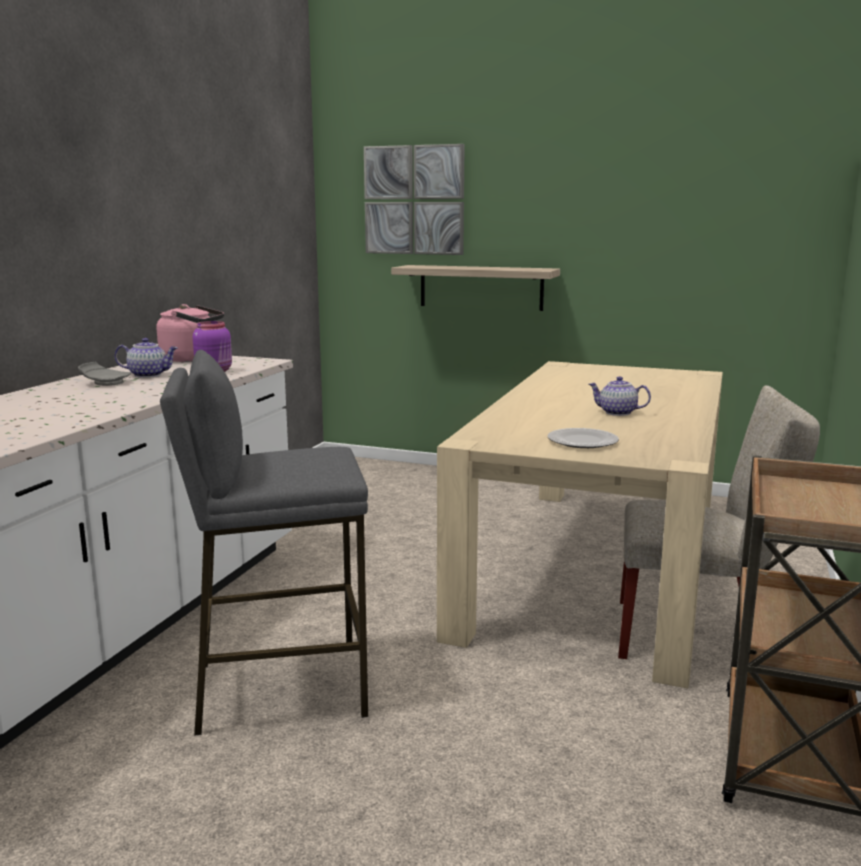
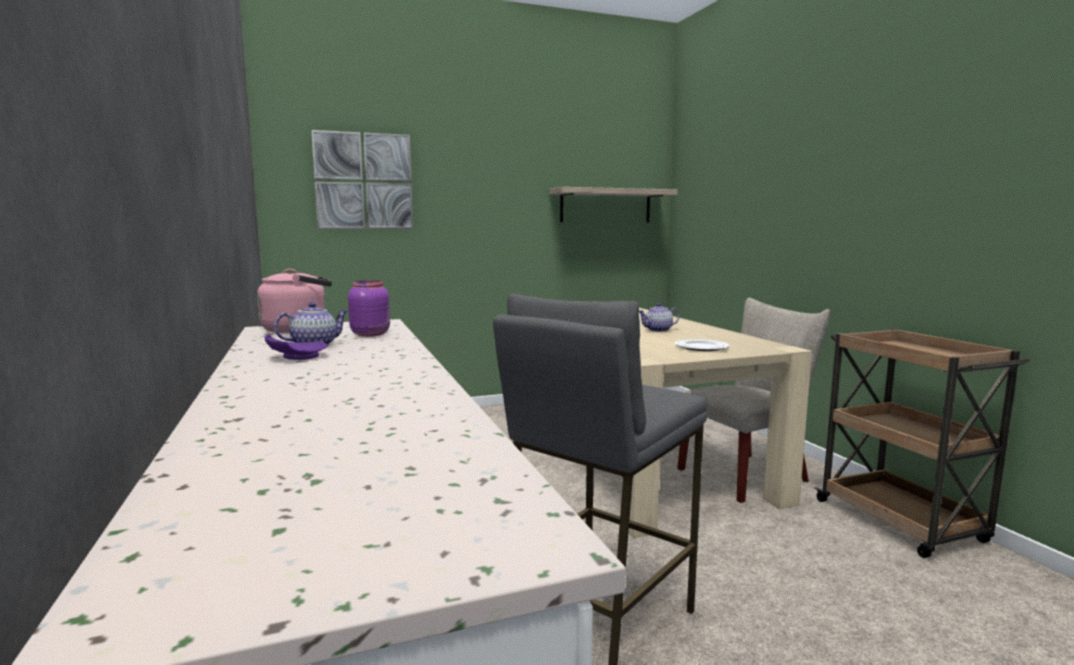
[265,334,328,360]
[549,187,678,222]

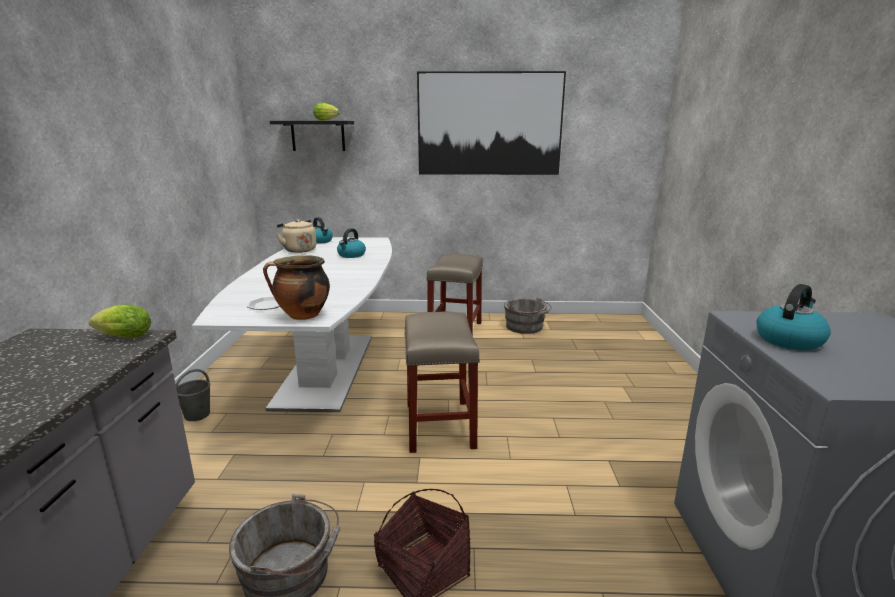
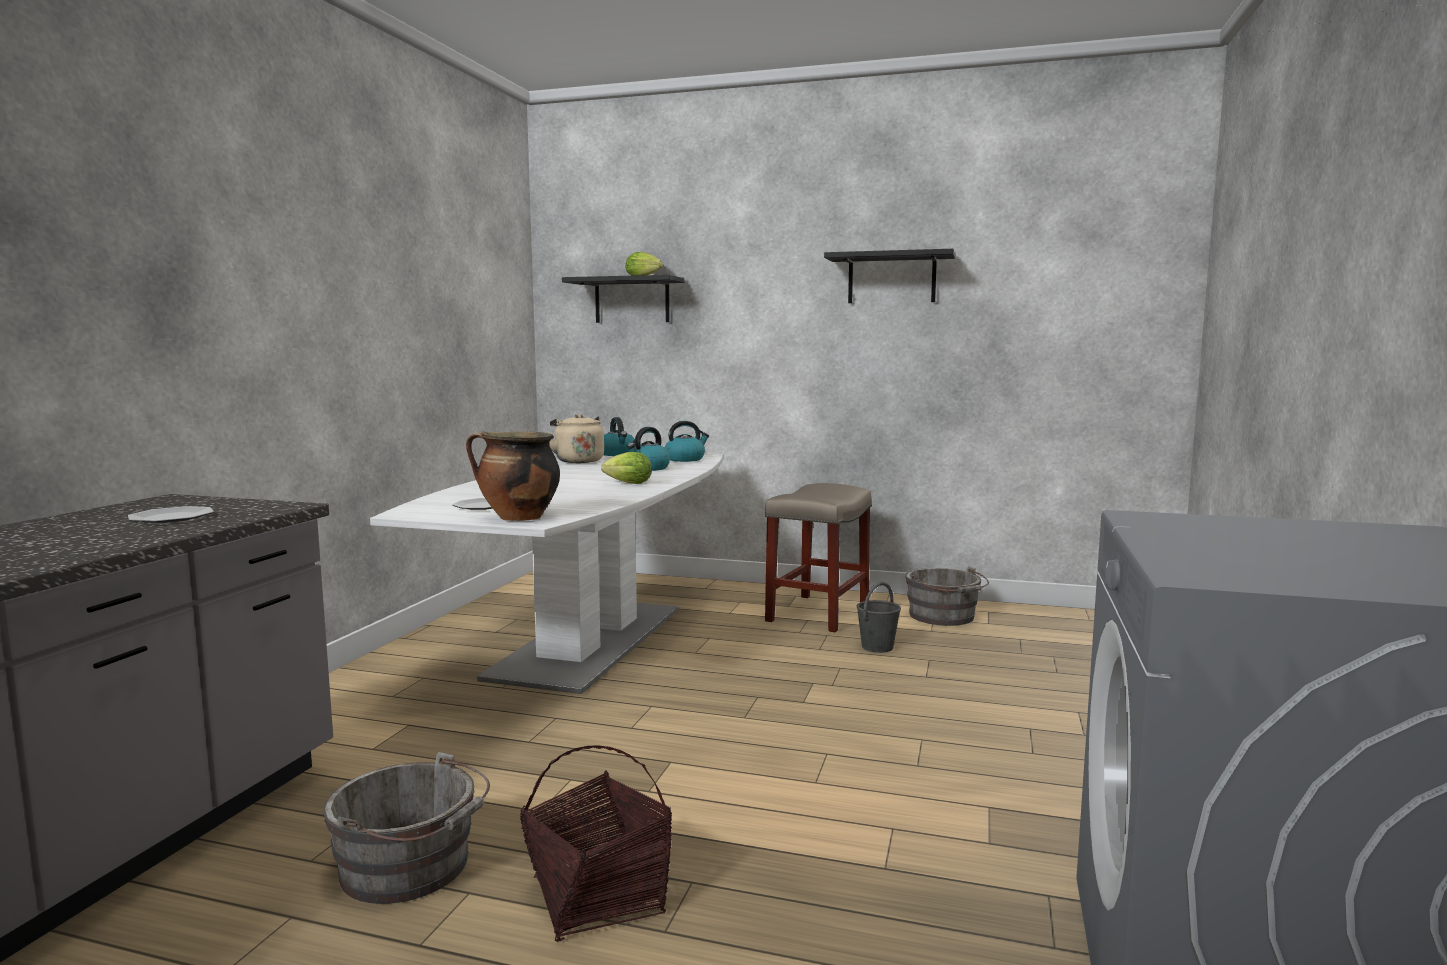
[128,506,214,523]
[601,452,652,484]
[665,421,709,462]
[824,249,955,303]
[857,582,901,653]
[405,312,480,453] (first image)

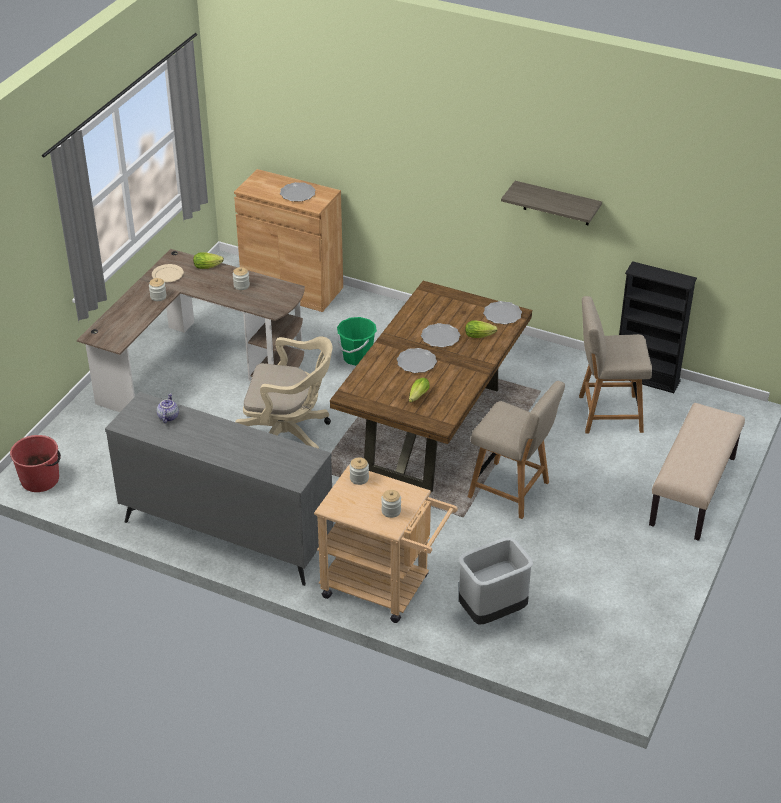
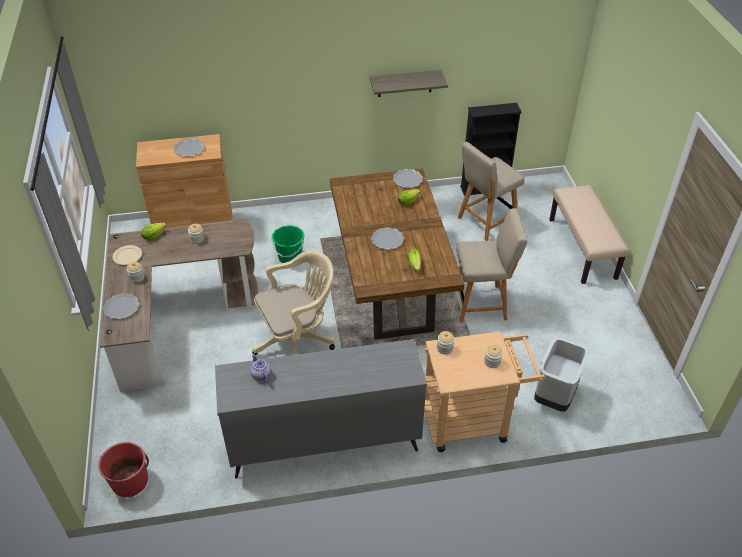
[103,293,140,319]

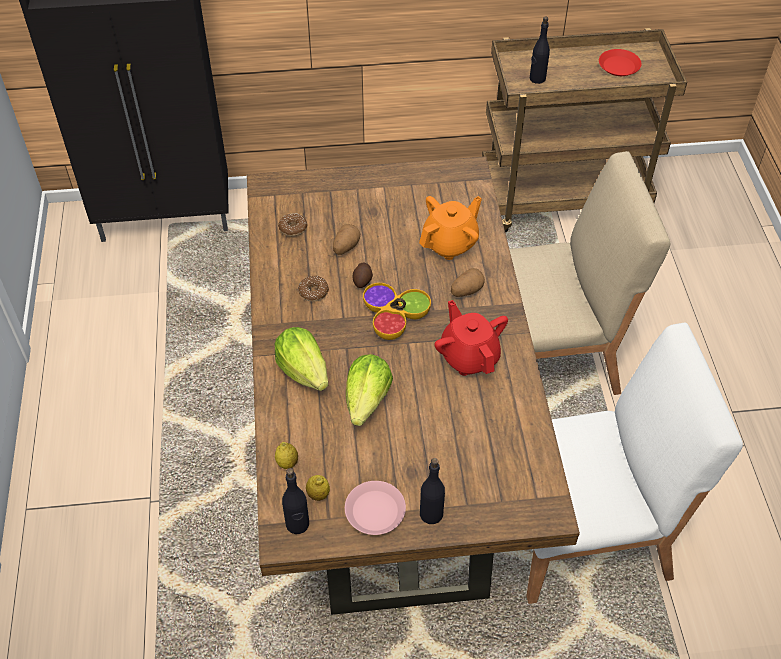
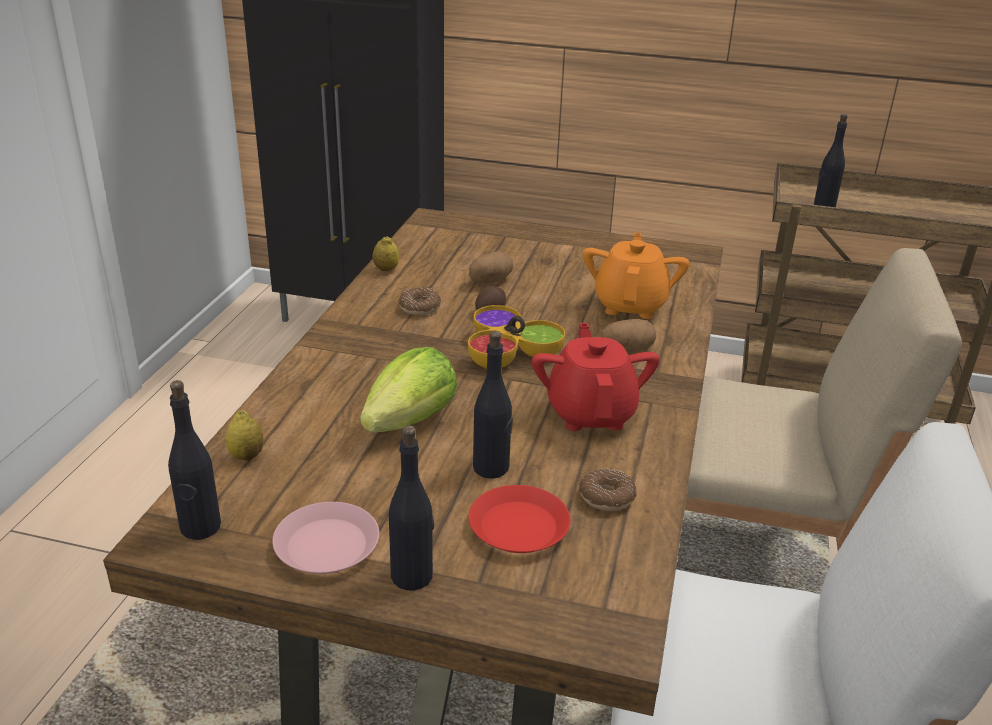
[373,236,399,271]
[469,485,571,553]
[473,331,513,479]
[579,468,637,511]
[583,233,690,319]
[275,327,328,391] (first image)

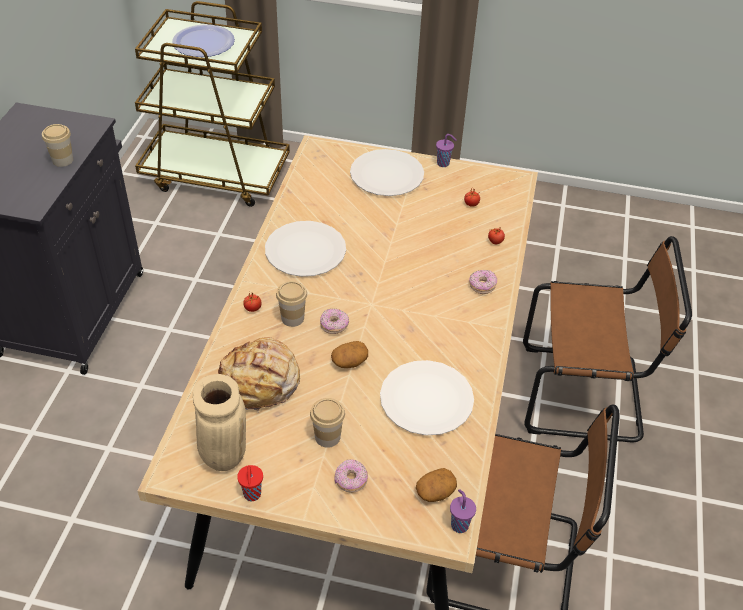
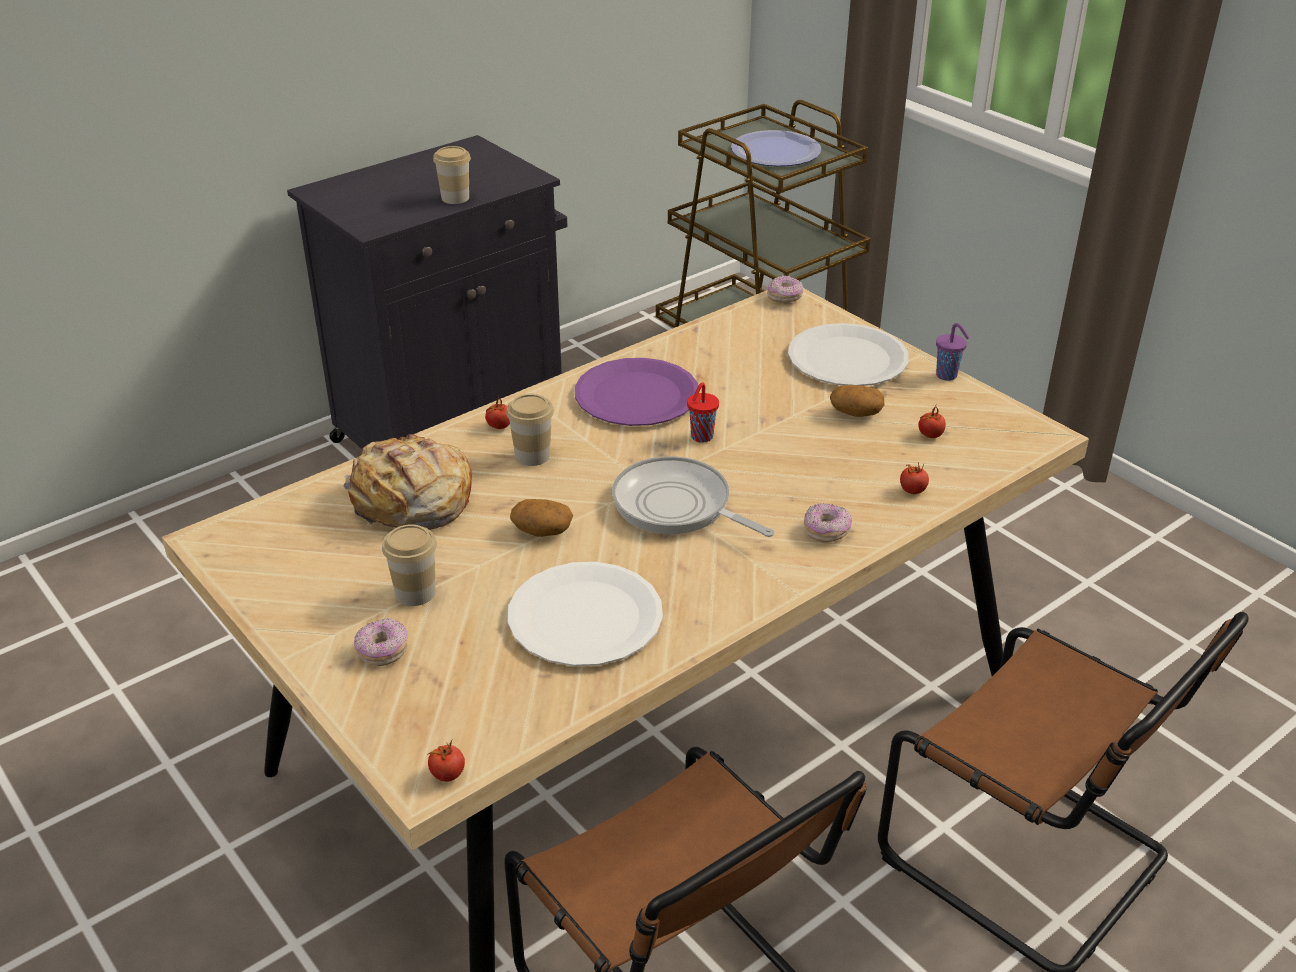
[427,740,465,782]
[575,358,698,426]
[612,456,775,537]
[687,382,719,443]
[767,275,804,303]
[830,385,884,417]
[193,374,246,471] (first image)

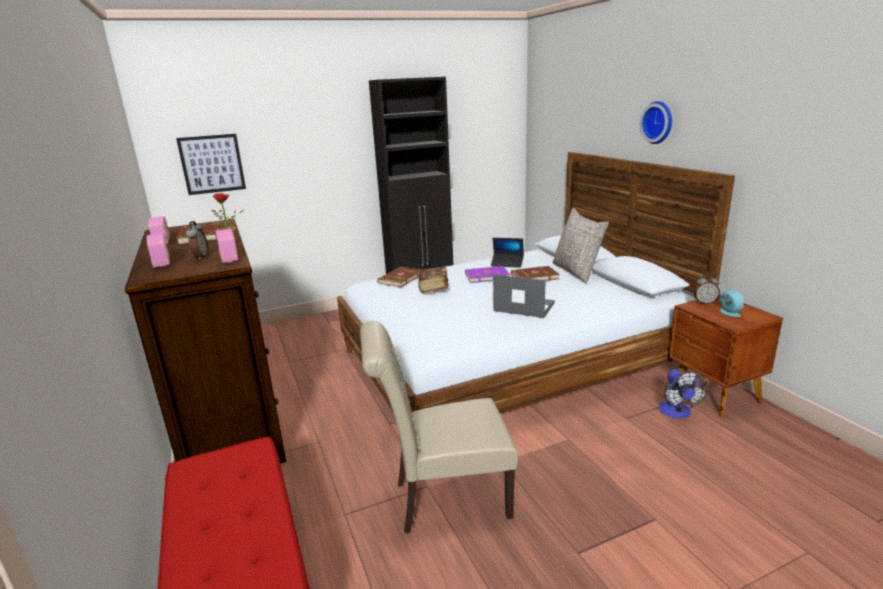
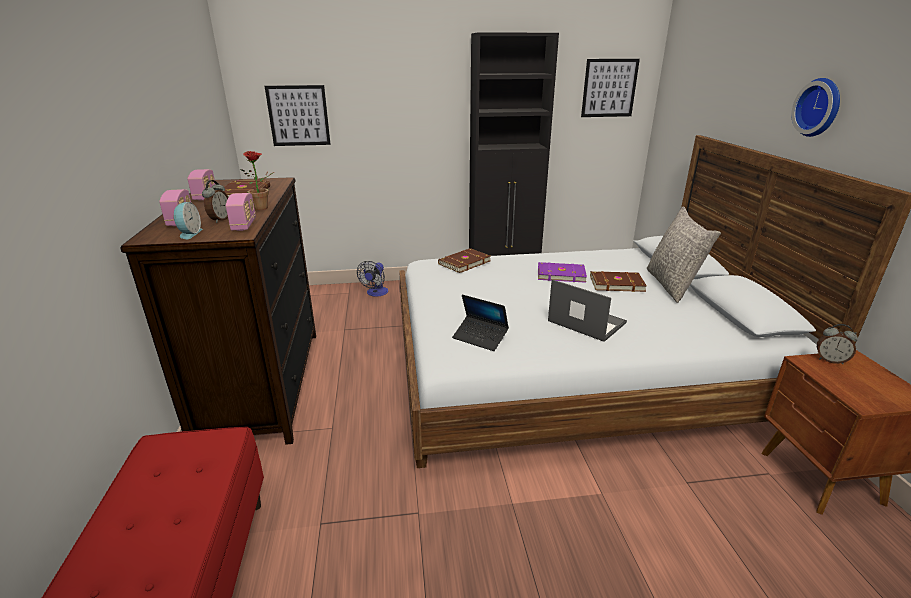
[174,202,203,239]
[357,261,388,297]
[452,294,509,351]
[581,59,640,117]
[360,321,518,534] (first image)
[419,267,449,293] (first image)

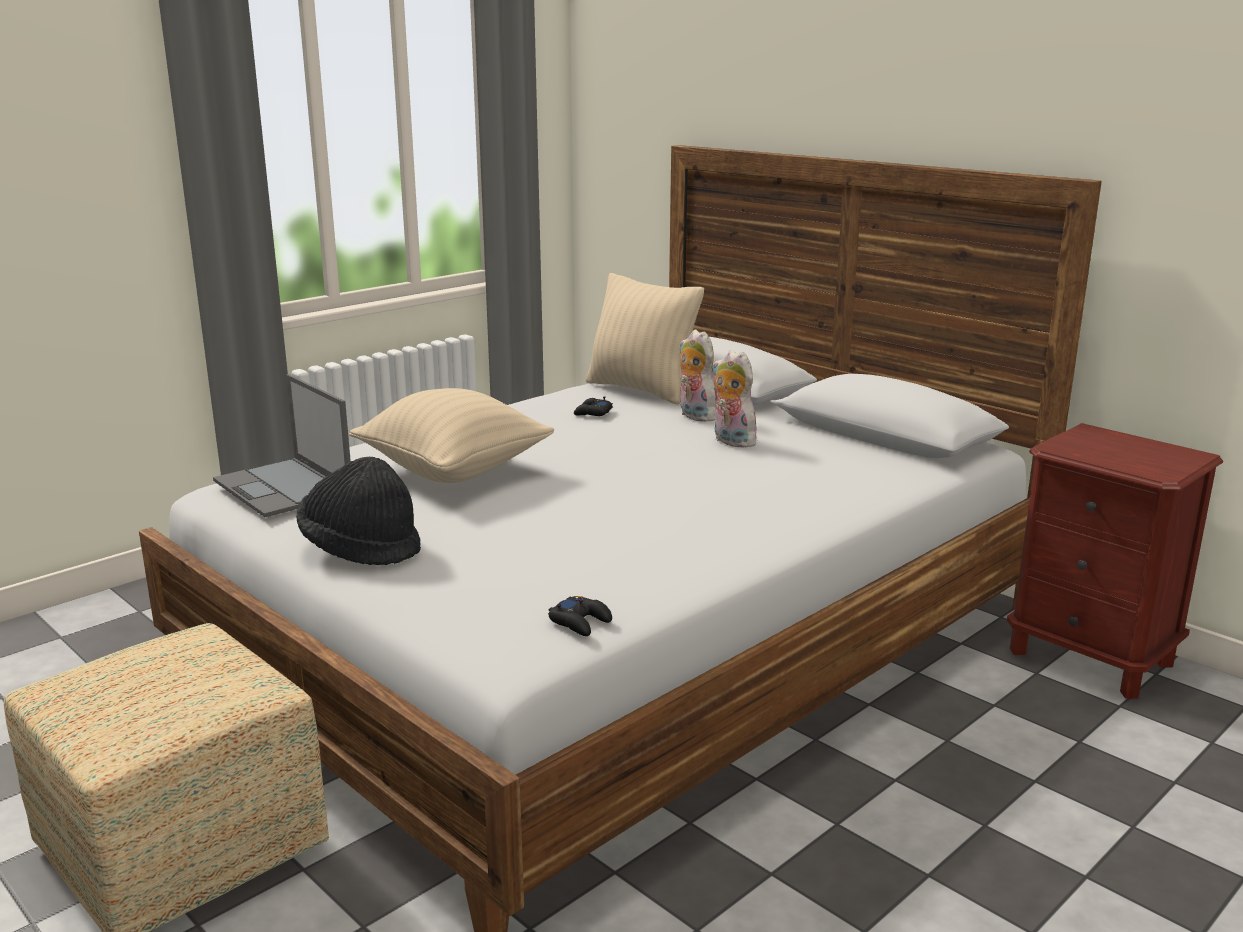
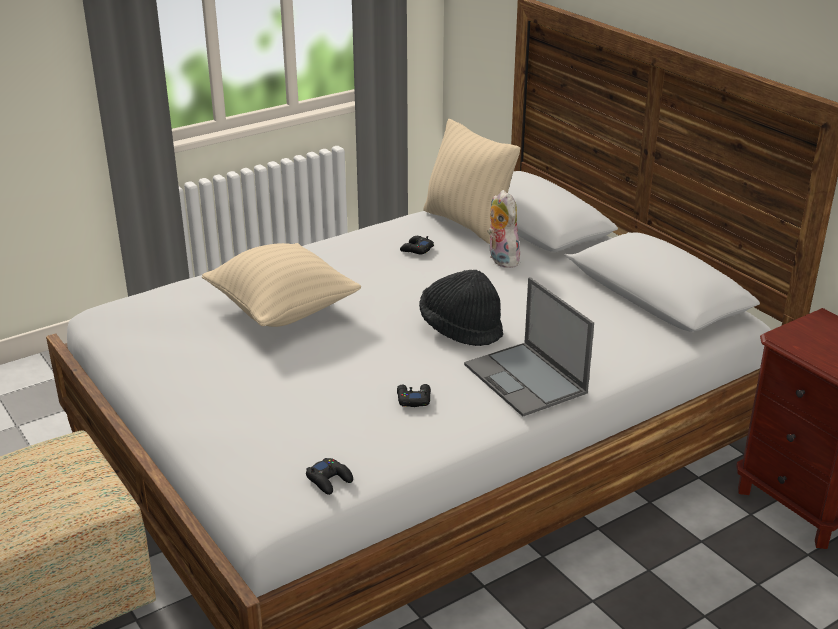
[397,384,431,407]
[419,270,503,346]
[464,277,594,416]
[712,350,759,448] (first image)

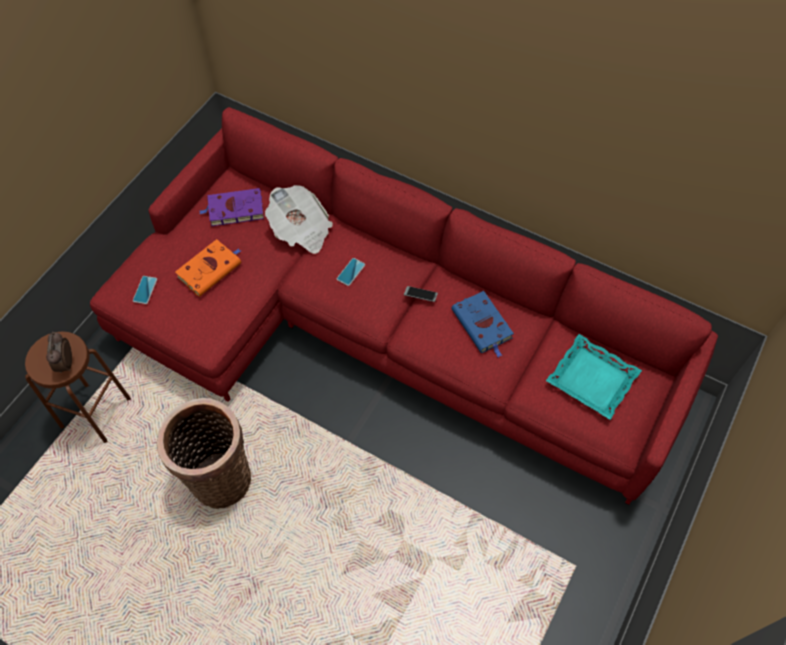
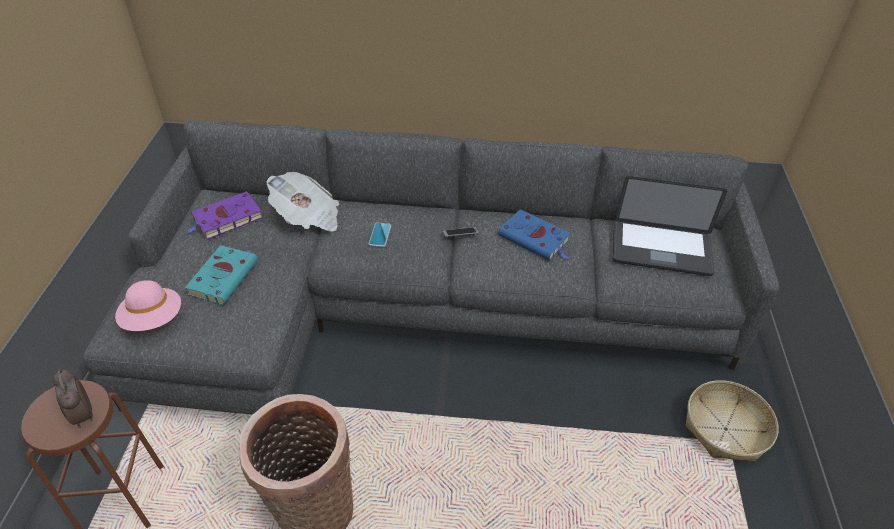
[83,120,779,415]
[115,280,181,331]
[185,245,258,305]
[613,176,727,276]
[686,380,779,461]

